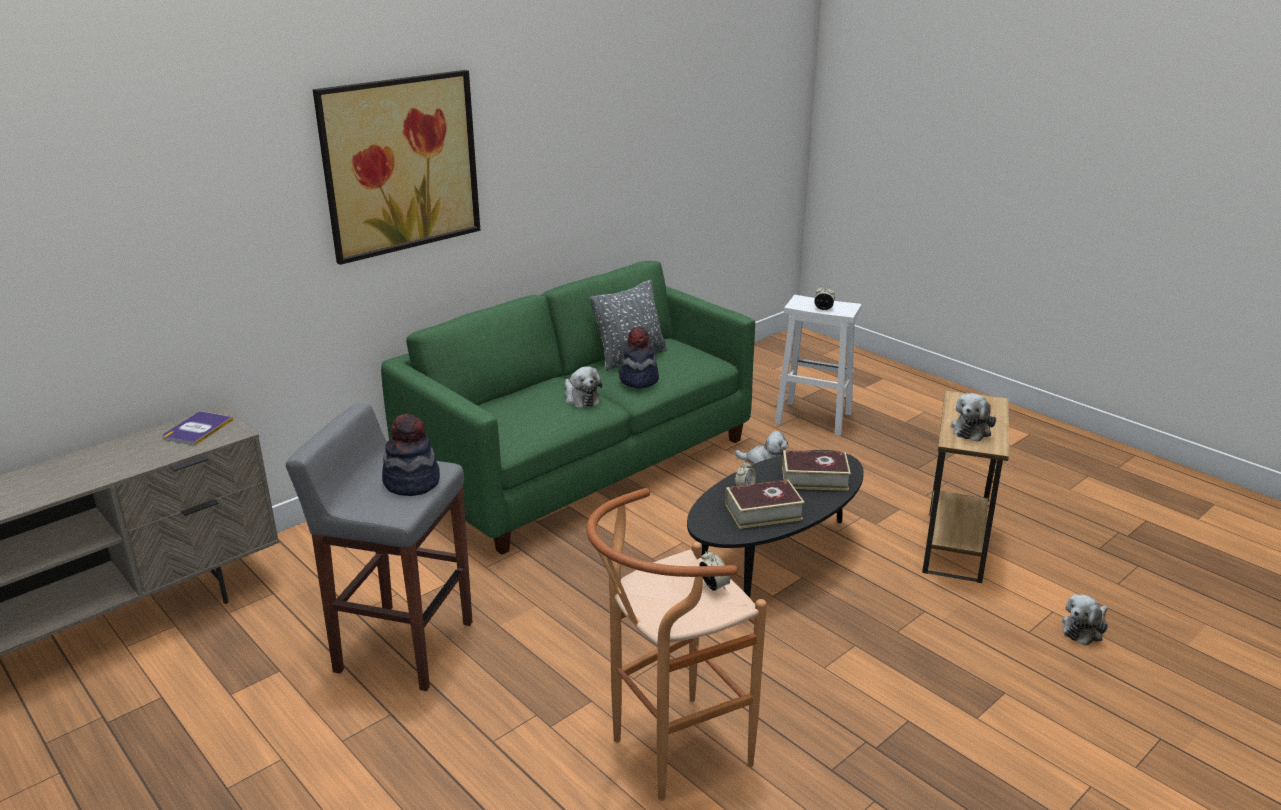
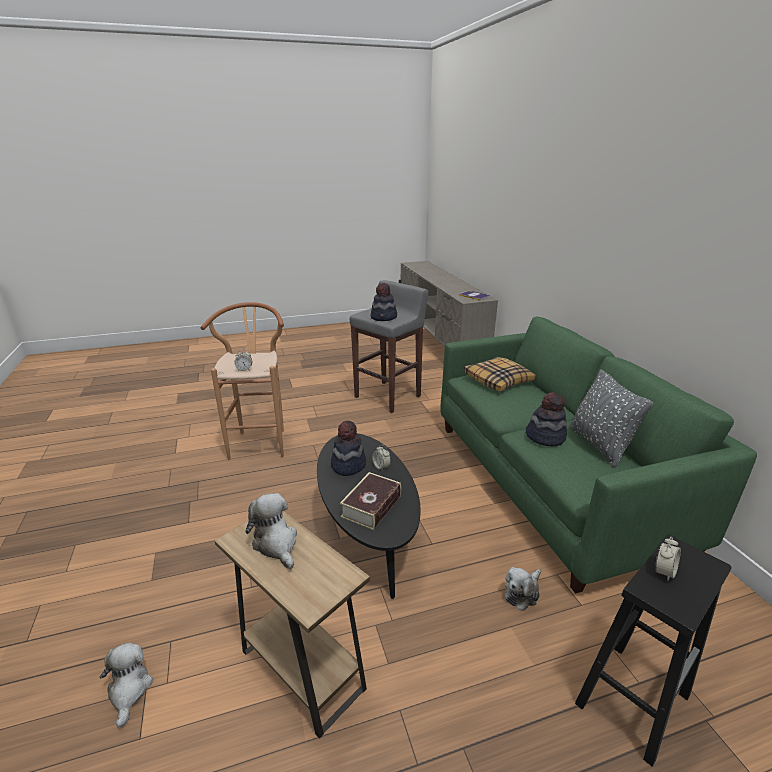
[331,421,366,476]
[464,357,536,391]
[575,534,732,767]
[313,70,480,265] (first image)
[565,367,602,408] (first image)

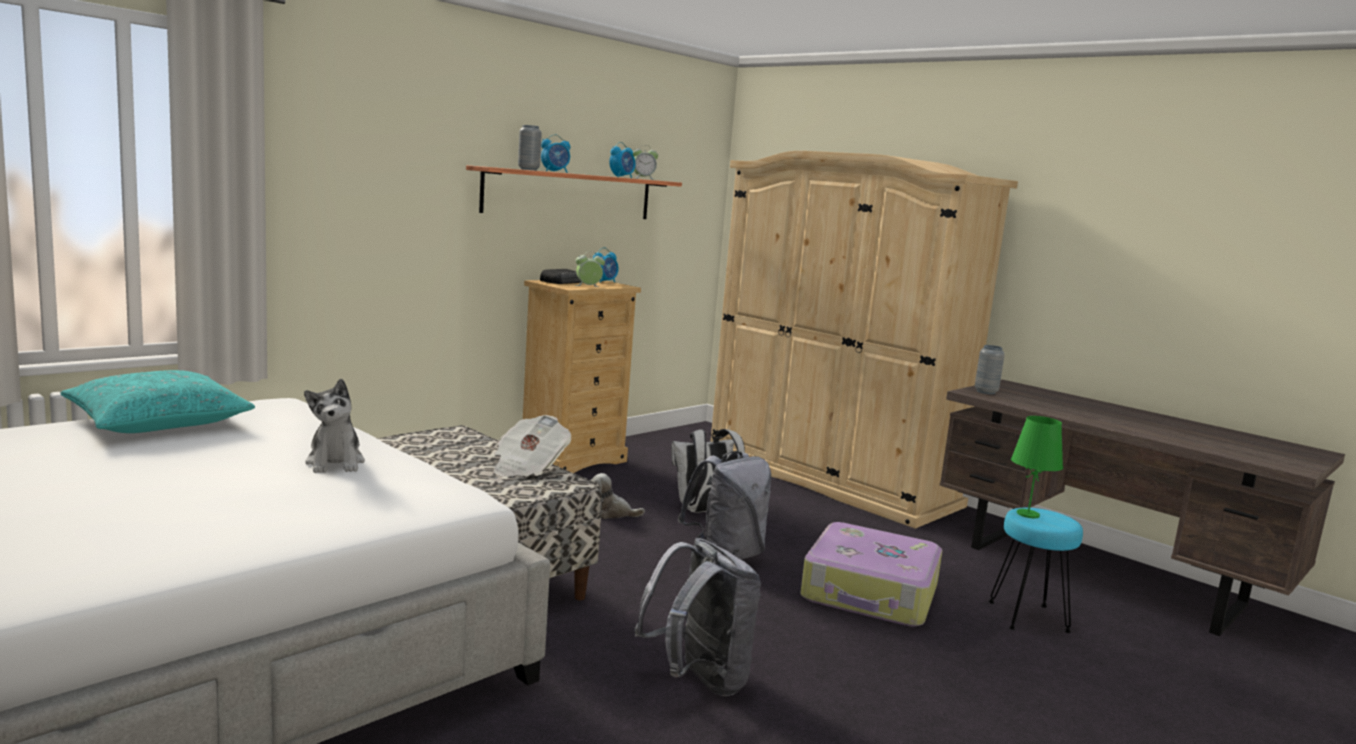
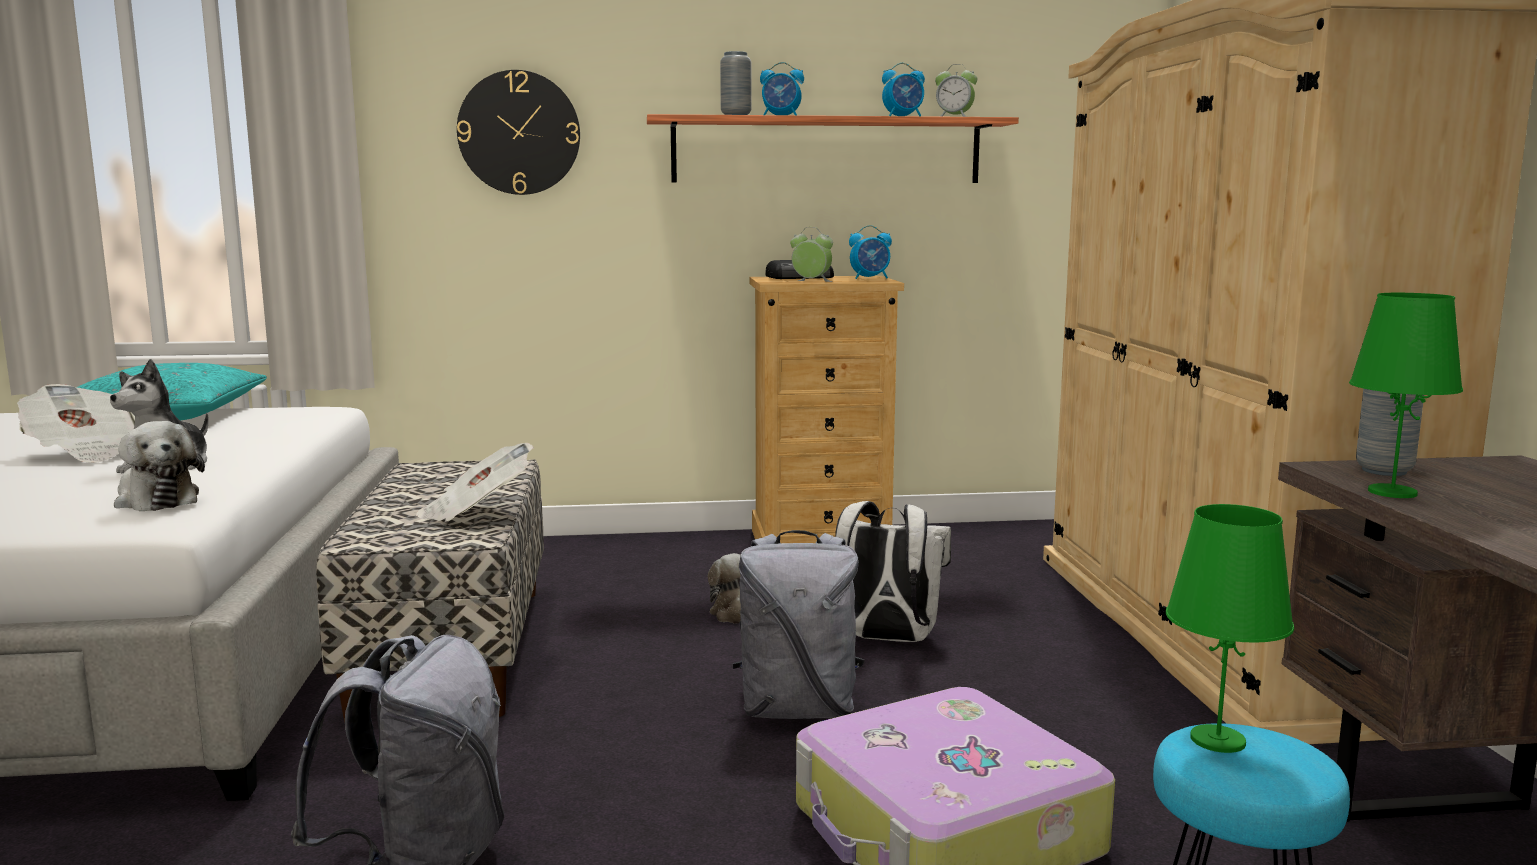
[17,384,135,463]
[114,421,205,511]
[457,70,580,195]
[1349,293,1463,498]

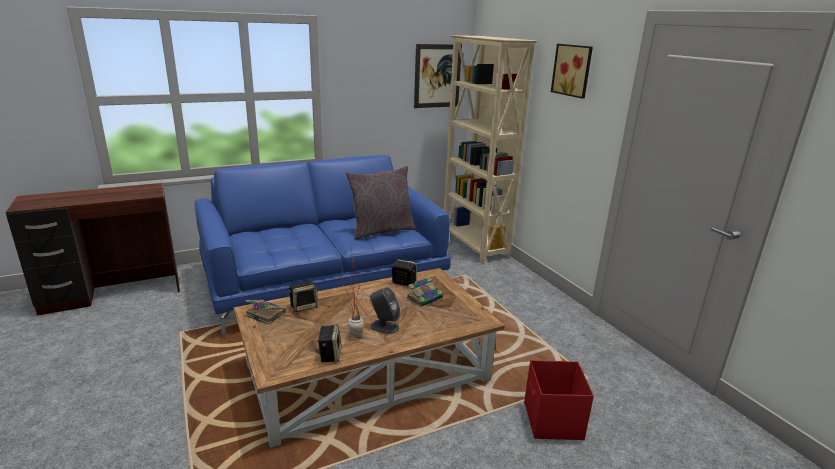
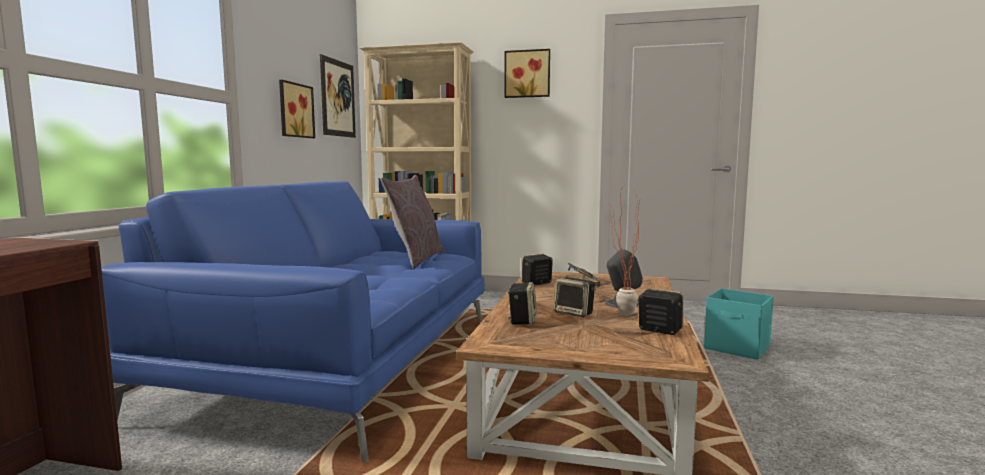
[279,80,315,138]
[554,277,596,317]
[704,288,774,360]
[245,300,286,325] (first image)

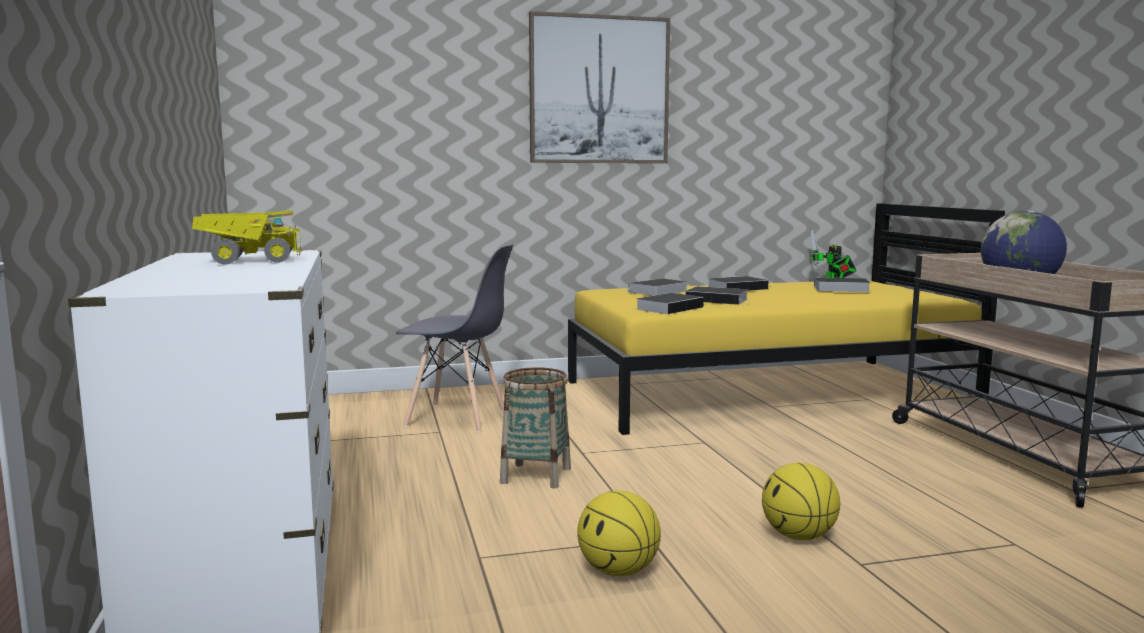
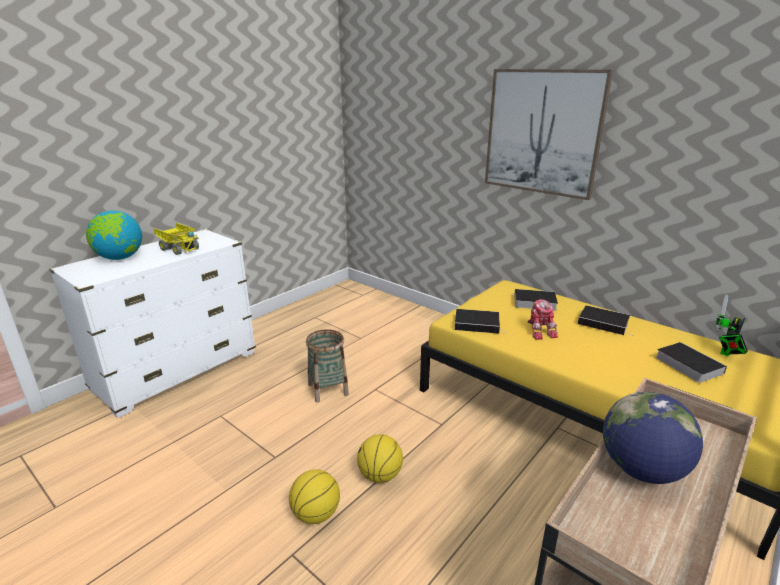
[86,210,142,260]
[357,434,403,483]
[527,299,558,340]
[396,244,513,433] (first image)

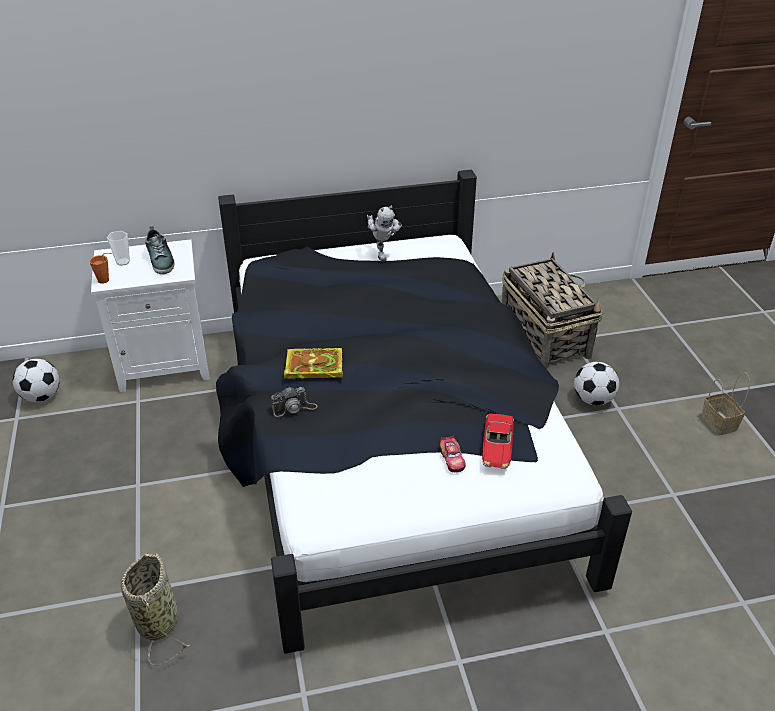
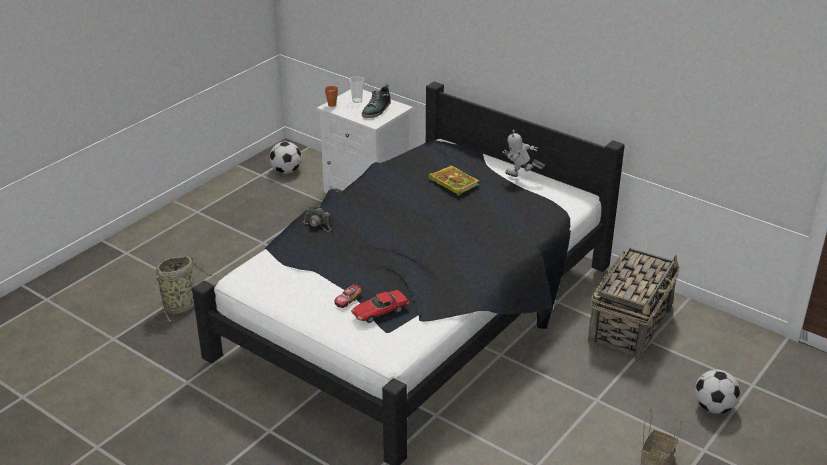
[428,166,479,196]
[502,130,545,177]
[695,370,740,414]

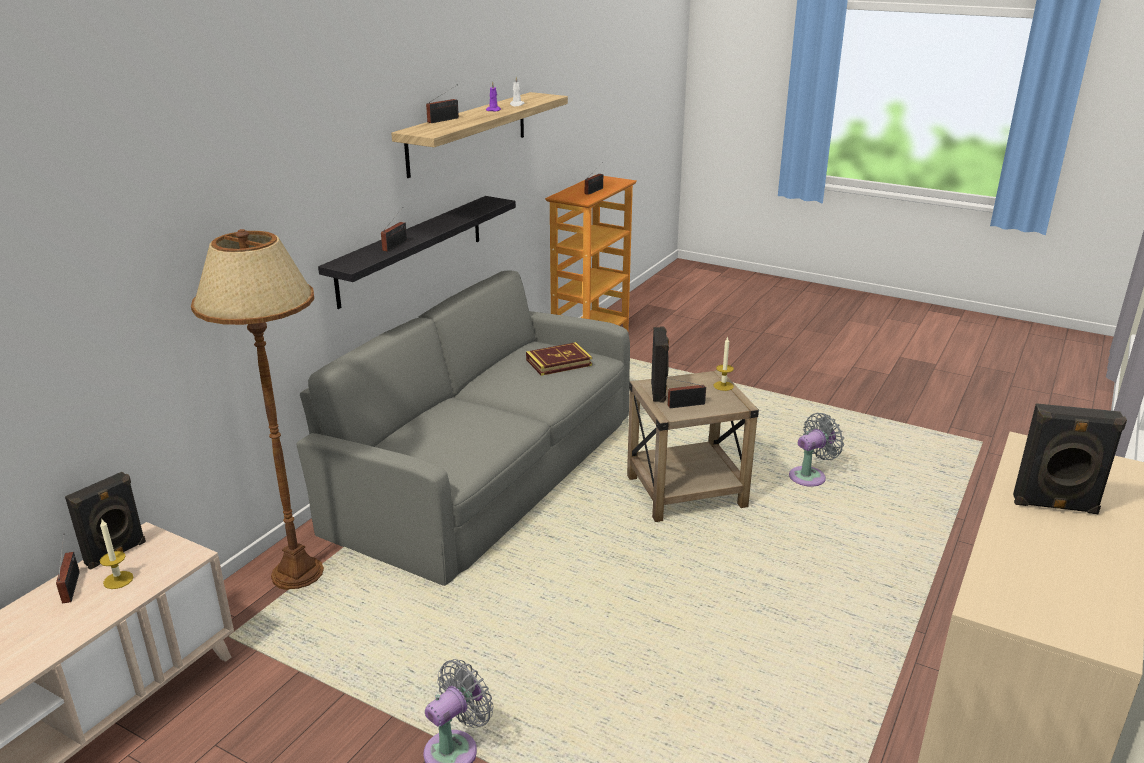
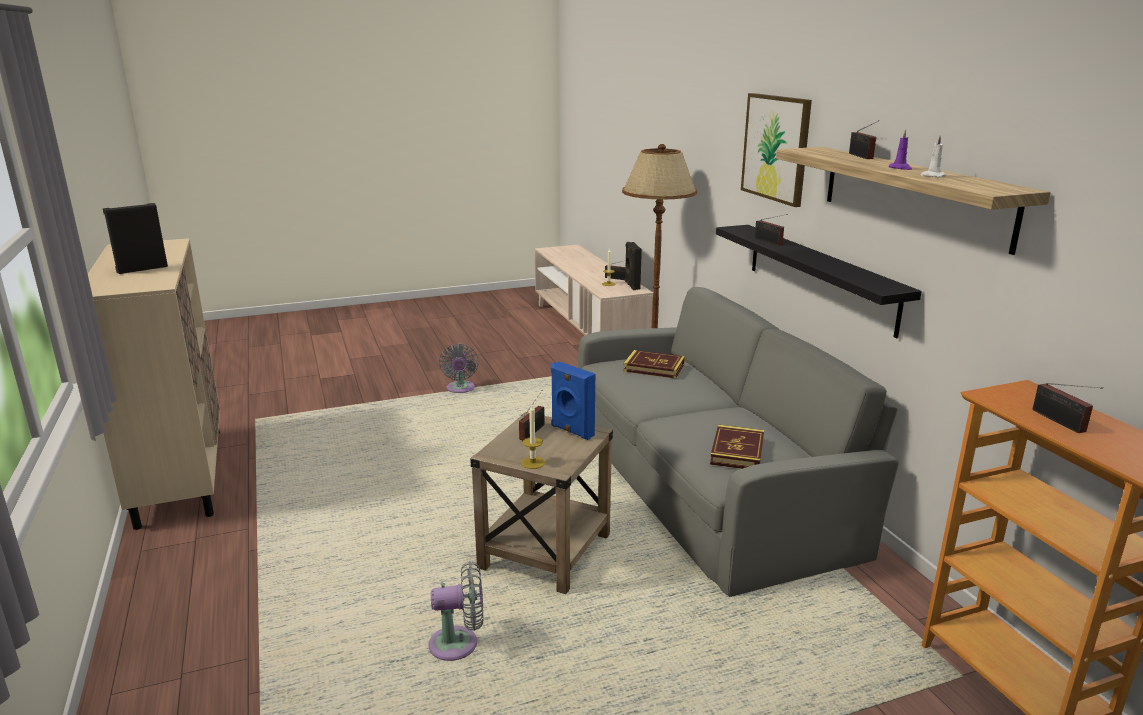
[429,562,483,661]
[551,362,595,440]
[623,350,685,379]
[741,93,812,207]

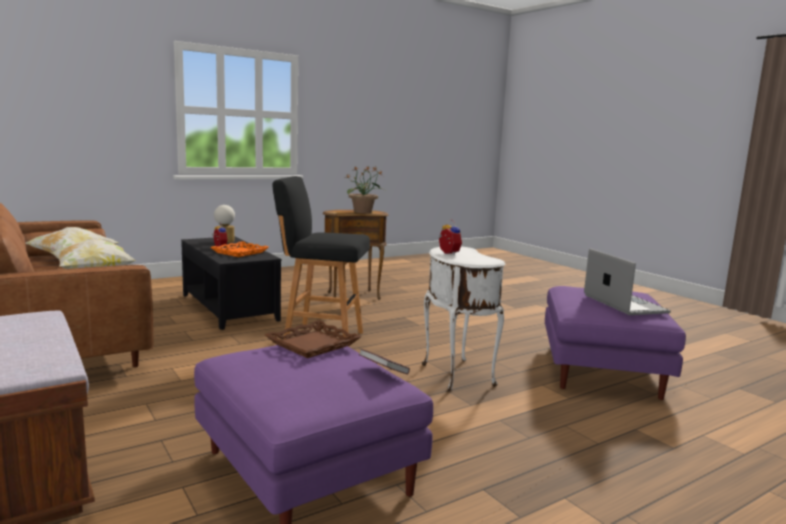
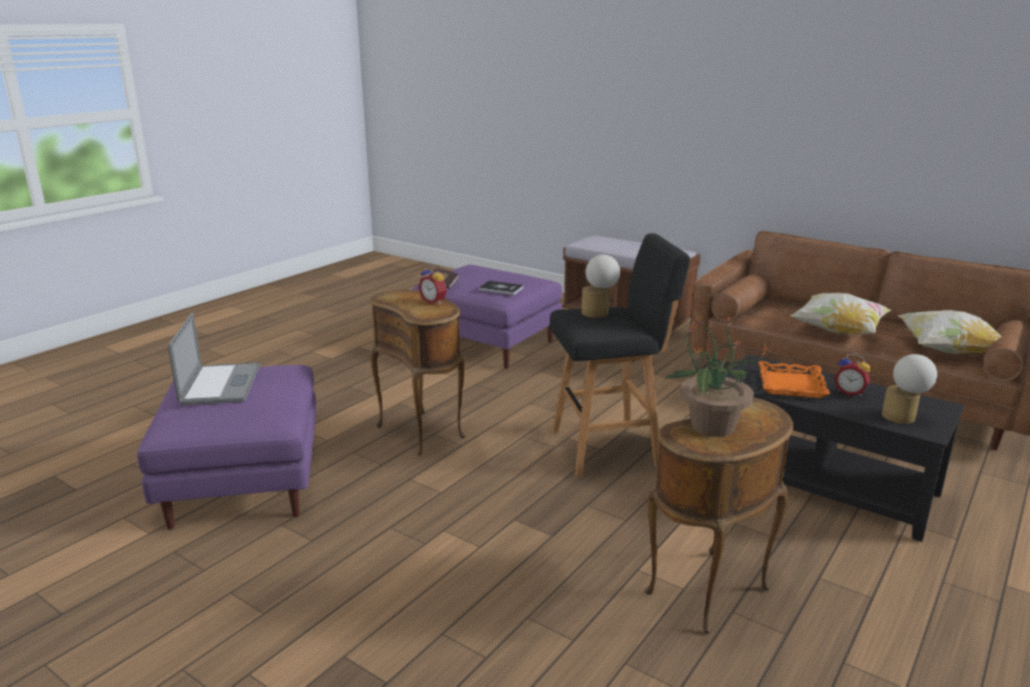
[168,312,260,405]
[370,290,465,455]
[478,281,524,295]
[582,255,620,318]

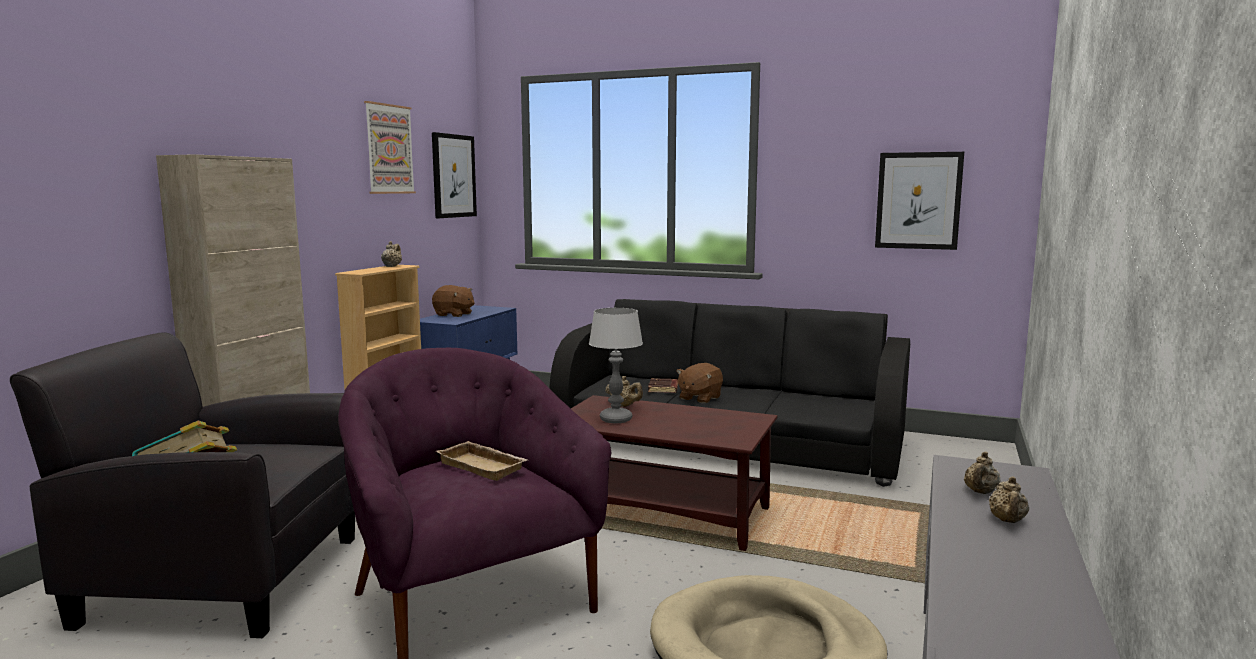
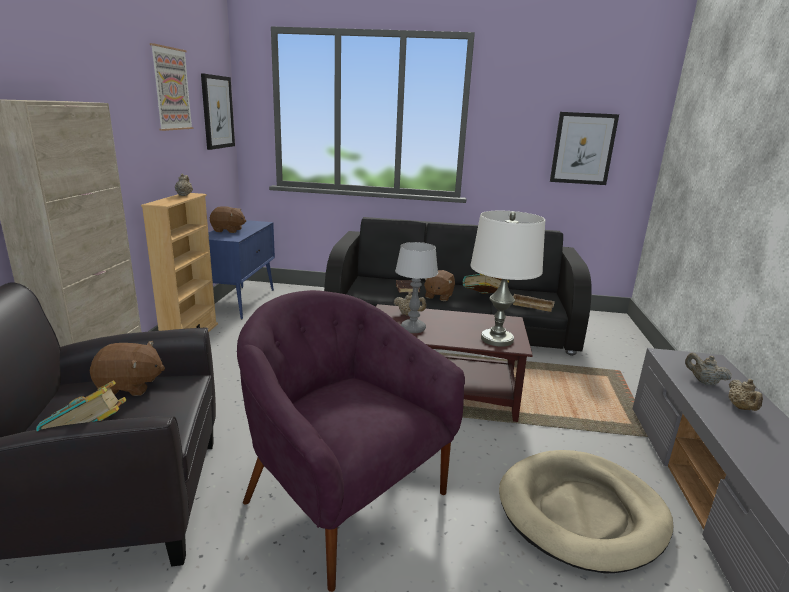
[90,341,165,396]
[463,274,509,294]
[470,211,545,347]
[513,294,555,312]
[685,353,732,385]

